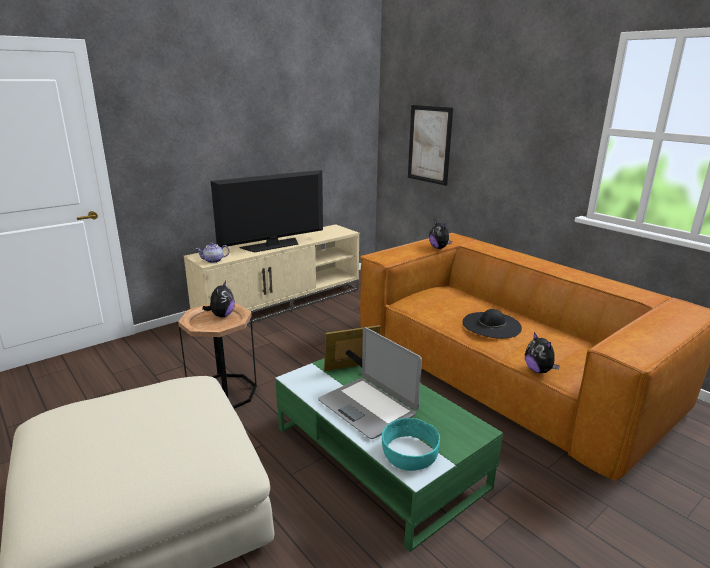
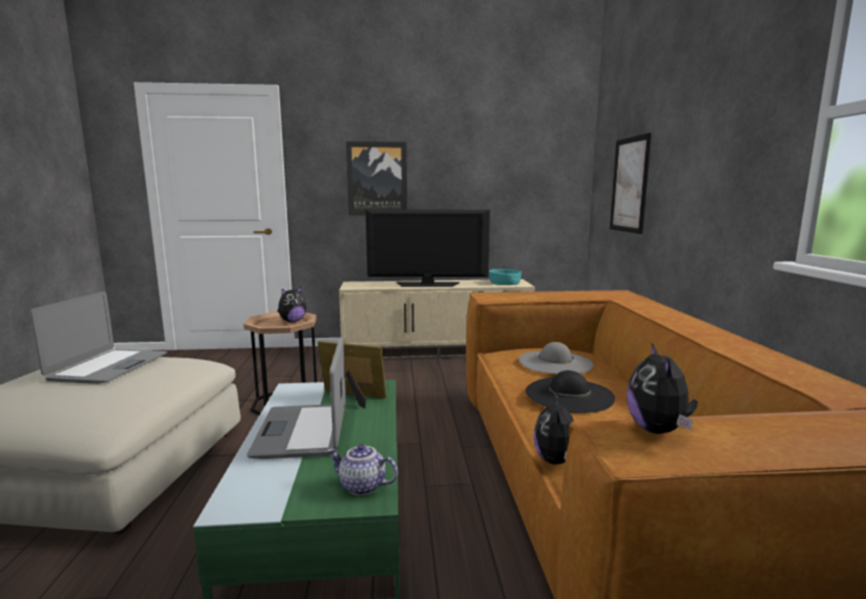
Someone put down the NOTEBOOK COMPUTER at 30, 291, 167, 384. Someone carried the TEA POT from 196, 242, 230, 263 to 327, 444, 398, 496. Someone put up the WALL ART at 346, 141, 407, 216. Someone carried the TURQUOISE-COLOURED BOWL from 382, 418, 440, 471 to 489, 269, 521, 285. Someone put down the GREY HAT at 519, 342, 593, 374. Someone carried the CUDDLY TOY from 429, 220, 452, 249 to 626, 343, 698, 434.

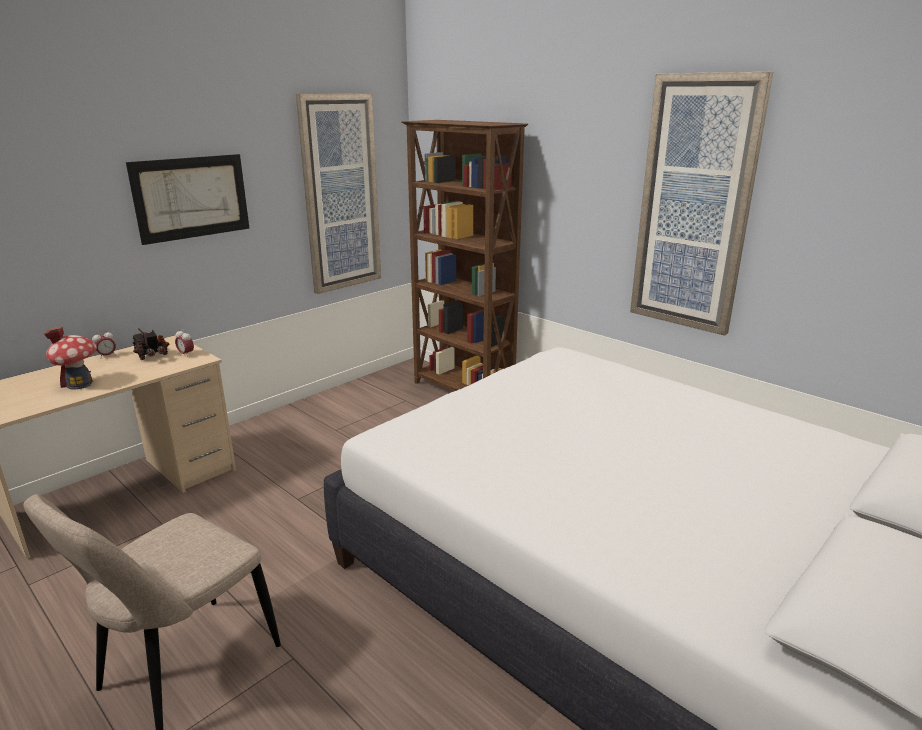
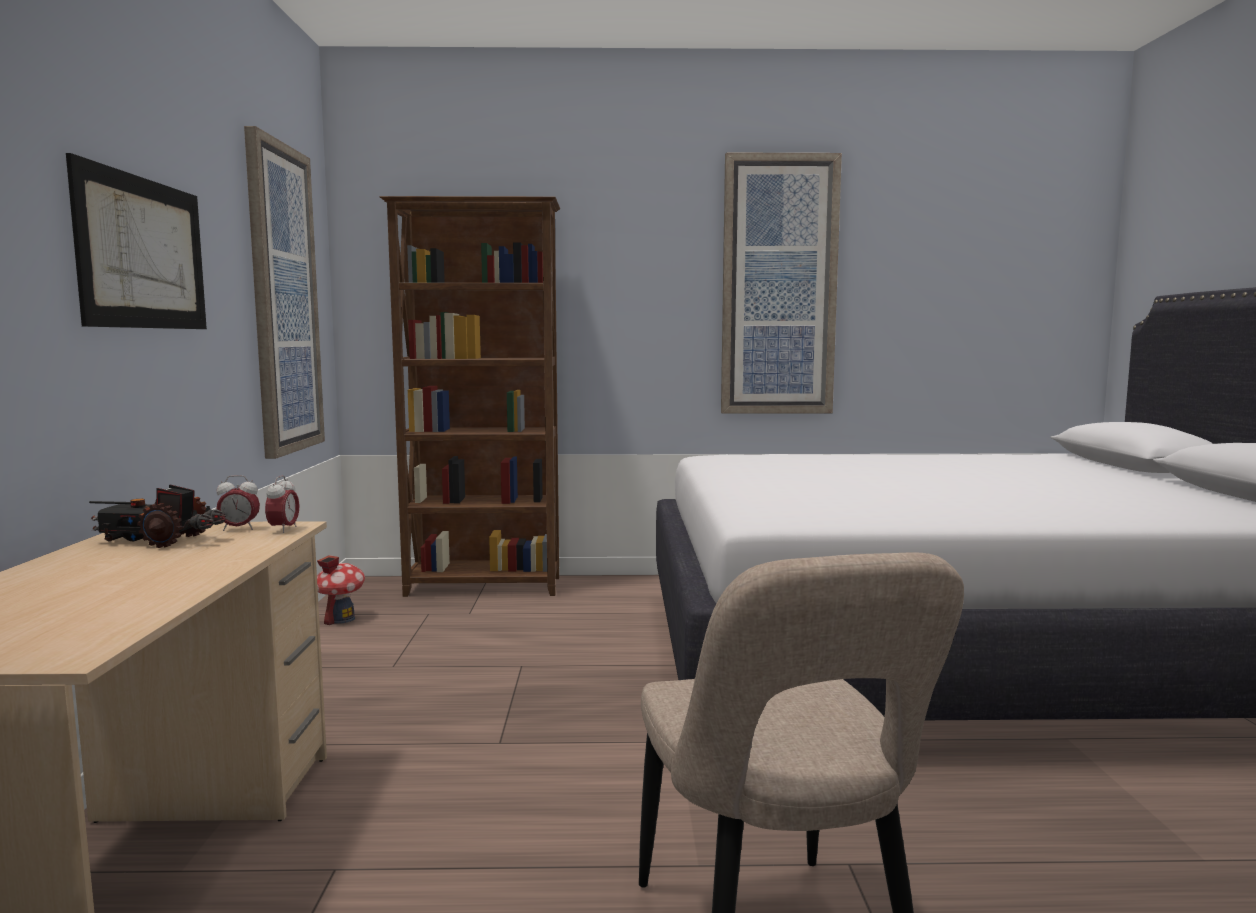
Someone carried the ALARM CLOCK from 92, 330, 116, 359 to 265, 475, 299, 533. Someone carried the MODEL HOUSE from 44, 327, 97, 390 to 317, 555, 365, 625.

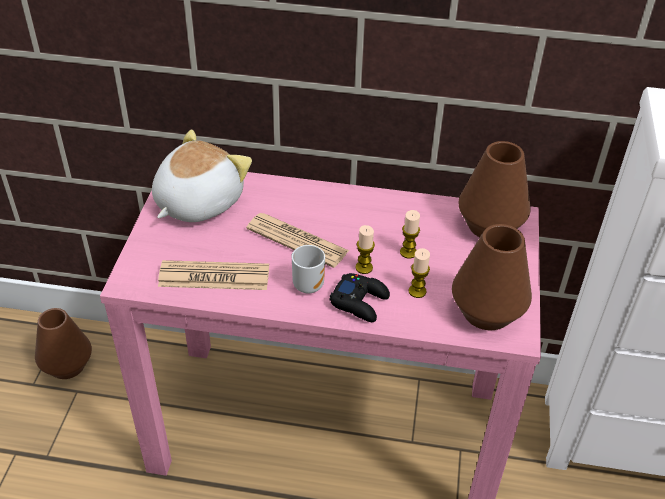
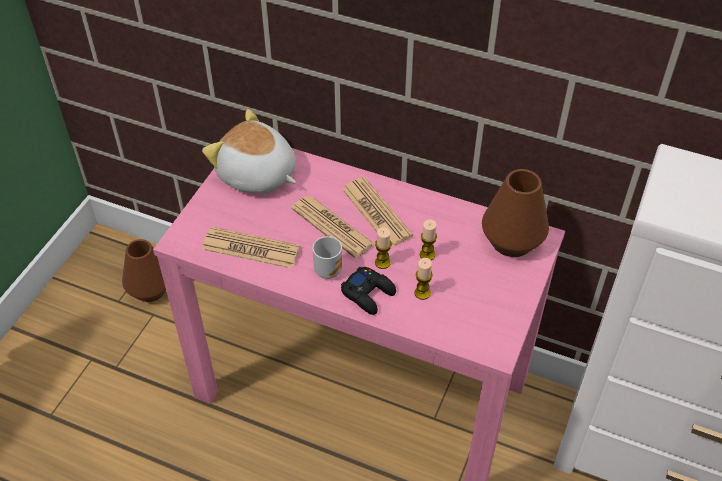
Someone rotated the CUDDLY TOY at 152, 129, 252, 222 by 105 degrees counterclockwise. Someone put down the NEWSPAPER at 342, 177, 413, 247. Someone took away the BROWNISH VASE at 452, 224, 532, 330.

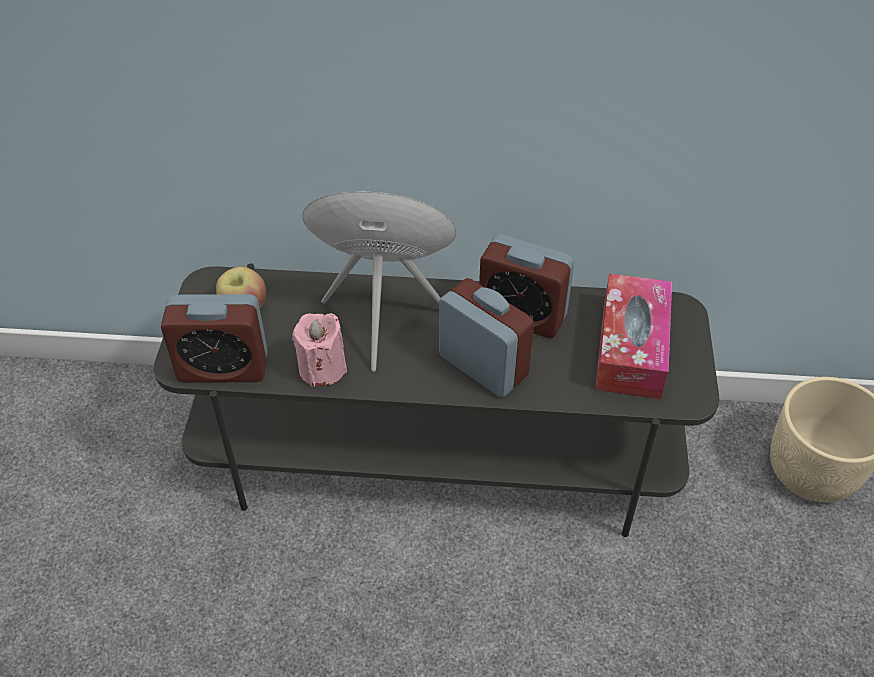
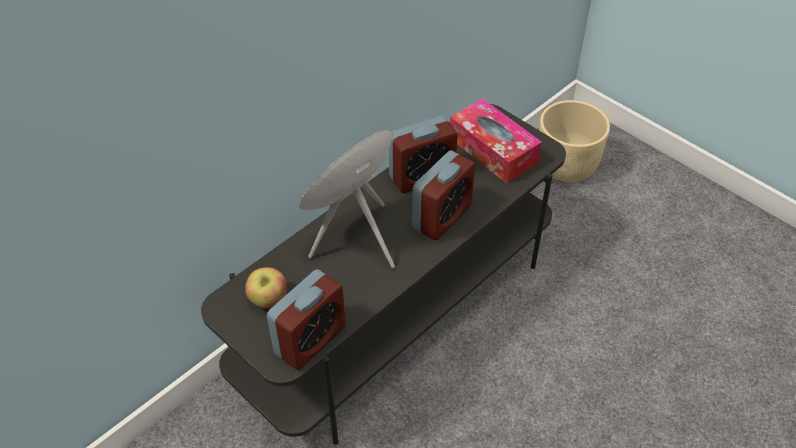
Someone rotated the ALARM CLOCK at 439, 278, 534, 398 by 135 degrees clockwise. Someone took away the PINK-COLOURED WAX LIGHT at 292, 313, 347, 387.

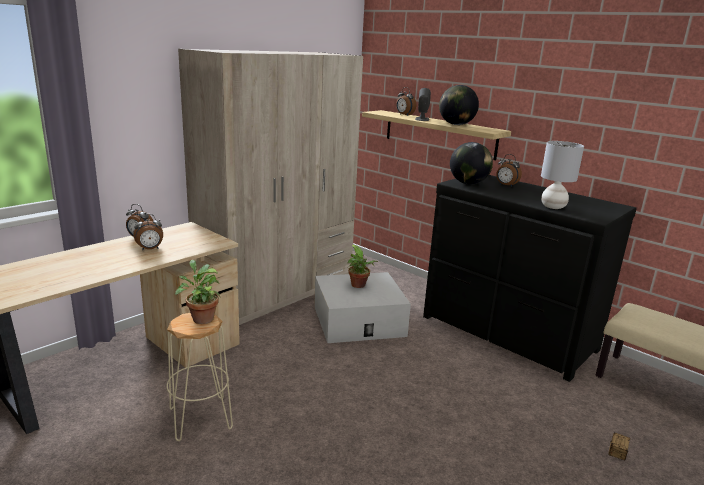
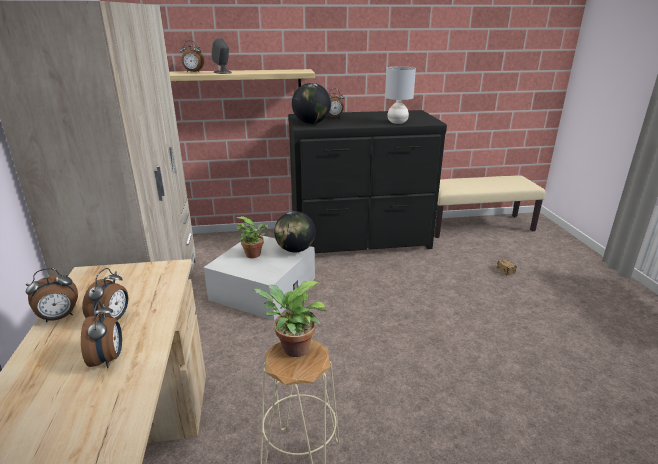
Someone put down the ALARM CLOCK at 81, 302, 122, 368. Someone carried the DESK GLOBE from 439, 85, 479, 125 to 274, 211, 316, 252.

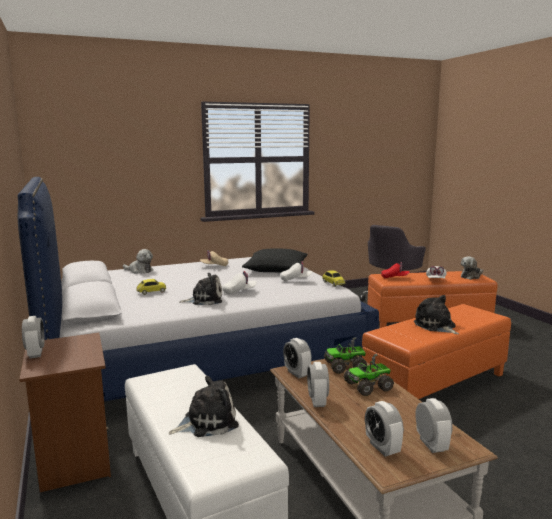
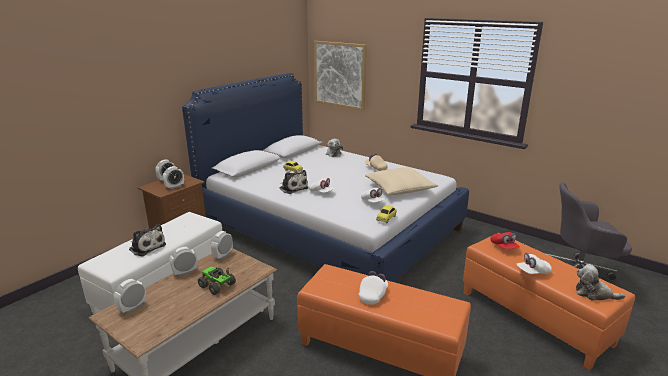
Someone carried the ALARM CLOCK from 416, 398, 453, 453 to 163, 166, 184, 189. Someone put up the WALL ART at 314, 41, 367, 110. Someone swapped the CUDDLY TOY at 414, 295, 459, 334 for the WHITE BASEBALL CAP at 359, 271, 388, 304. Someone repainted the BLACK PILLOW at 242, 249, 308, 273, which became the BEIGE-COLOURED PILLOW at 365, 167, 438, 195. Someone took away the MODEL TRUCK at 324, 337, 367, 374.

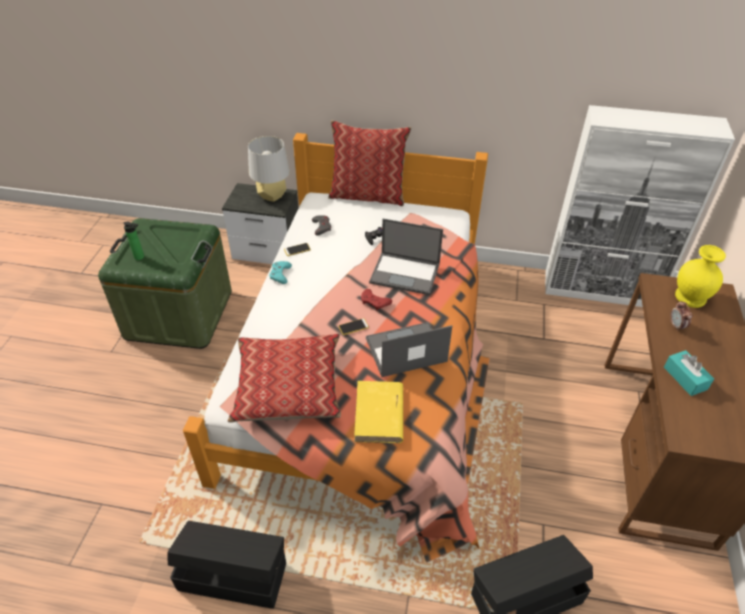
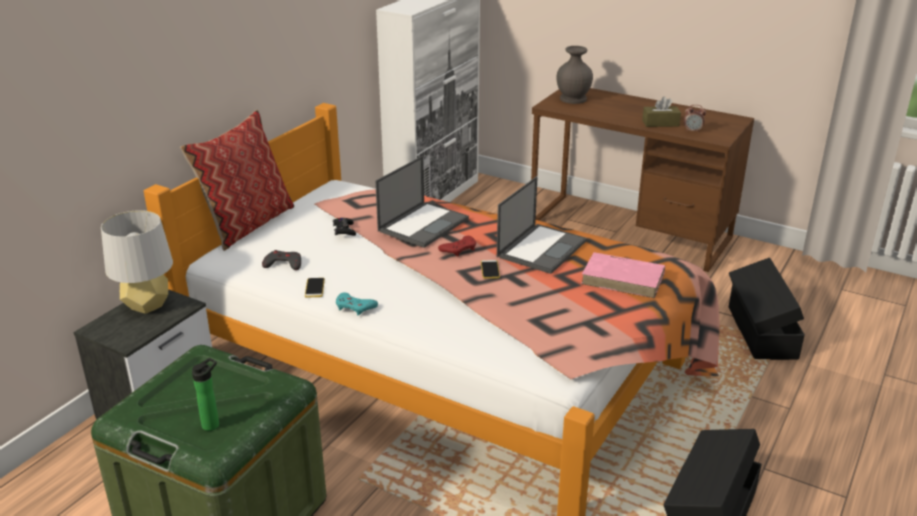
Someone rotated the NOTEBOOK COMPUTER at 366, 322, 452, 377 by 150 degrees counterclockwise. Someone repainted the YELLOW VASE at 675, 245, 726, 308, which became the GREY VASE at 556, 46, 593, 104. Someone repainted the YELLOW VOLUME at 354, 381, 403, 443, which became the PINK-COLOURED VOLUME at 581, 252, 665, 298. Someone repainted the TURQUOISE-COLOURED TISSUE HOLDER at 664, 350, 714, 396, which became the BROWNISH TISSUE HOLDER at 642, 96, 681, 127. Someone carried the ALARM CLOCK from 670, 301, 693, 331 to 684, 105, 706, 133. Someone took away the PILLOW at 227, 334, 341, 423.

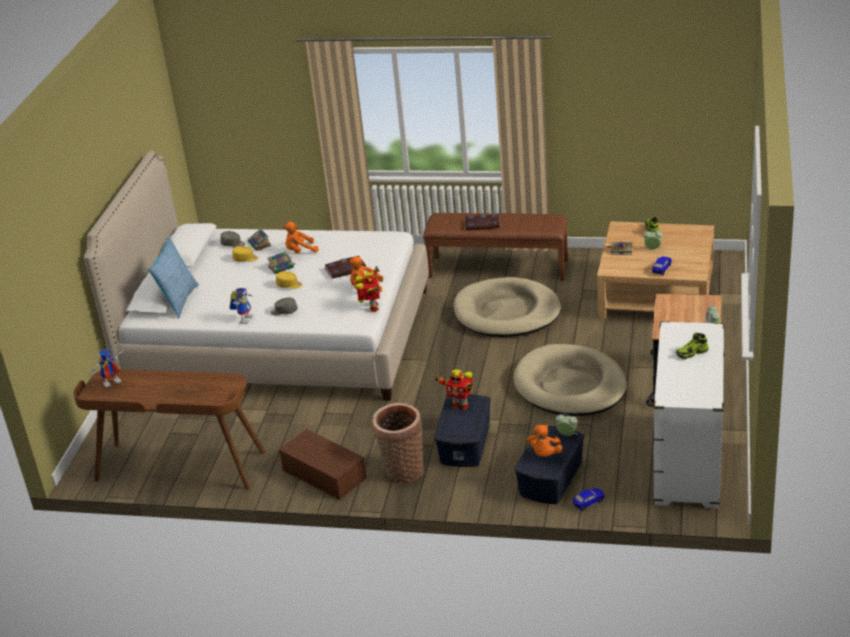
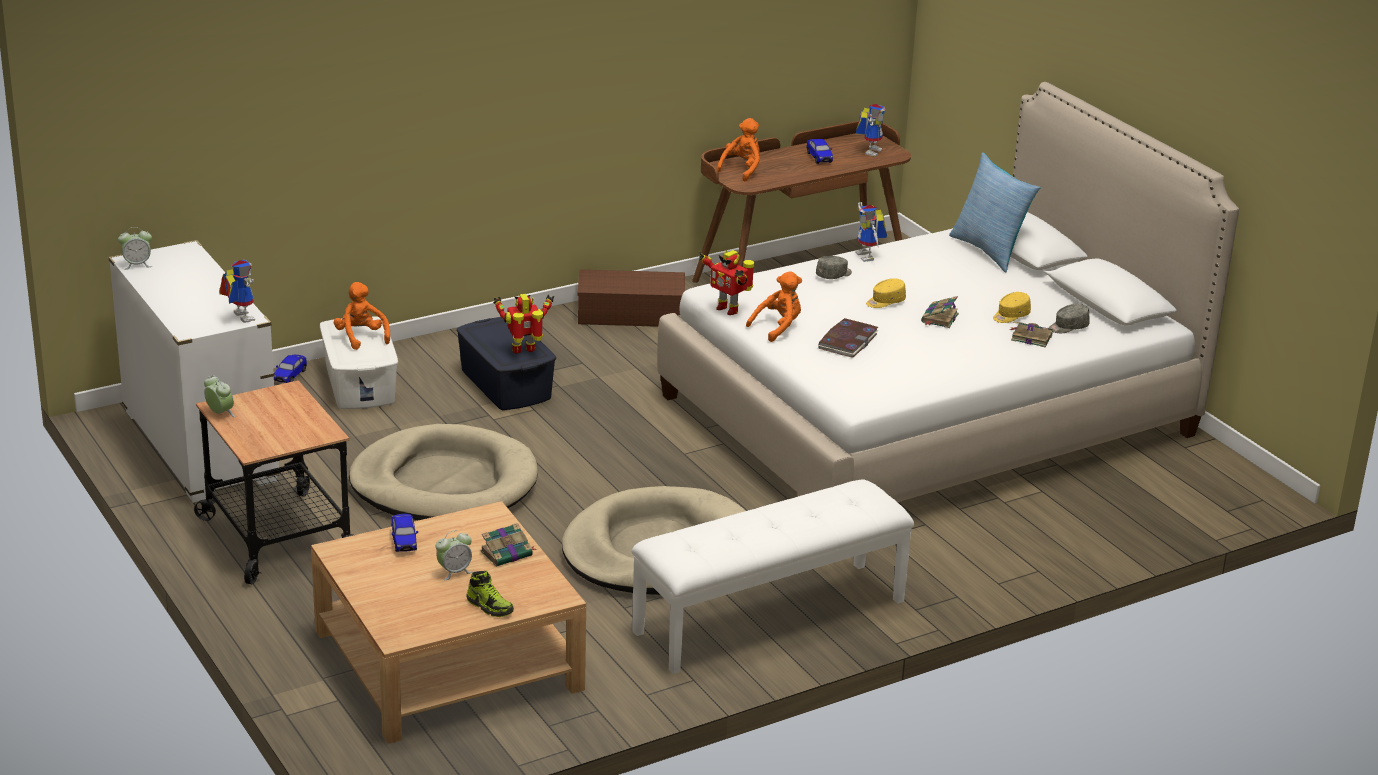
Someone carried the ALARM CLOCK from 556, 414, 577, 436 to 118, 227, 152, 270. Someone put down the ROBOT FIGURE at 219, 260, 255, 323. Someone repainted the BLUE-COLOURED STORAGE CONTAINER at 514, 425, 584, 504, which became the WHITE STORAGE CONTAINER at 320, 316, 398, 409. Someone repainted the BROWNISH LONG SEAT at 423, 213, 568, 281, which became the WHITE LONG SEAT at 632, 479, 914, 674. Someone carried the ORANGE-COLOURED CUDDLY TOY from 283, 222, 319, 253 to 716, 118, 760, 181. Someone put down the TOY CAR at 806, 139, 833, 164. Someone took away the HOUSEHOLD BASKET at 373, 403, 423, 483. Someone took away the VOLUME at 464, 214, 501, 230. Someone took away the LOW SHOE at 676, 332, 709, 359.

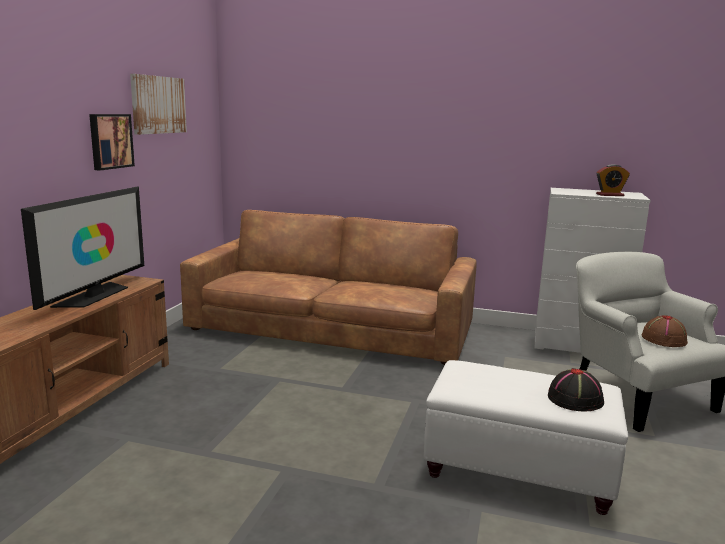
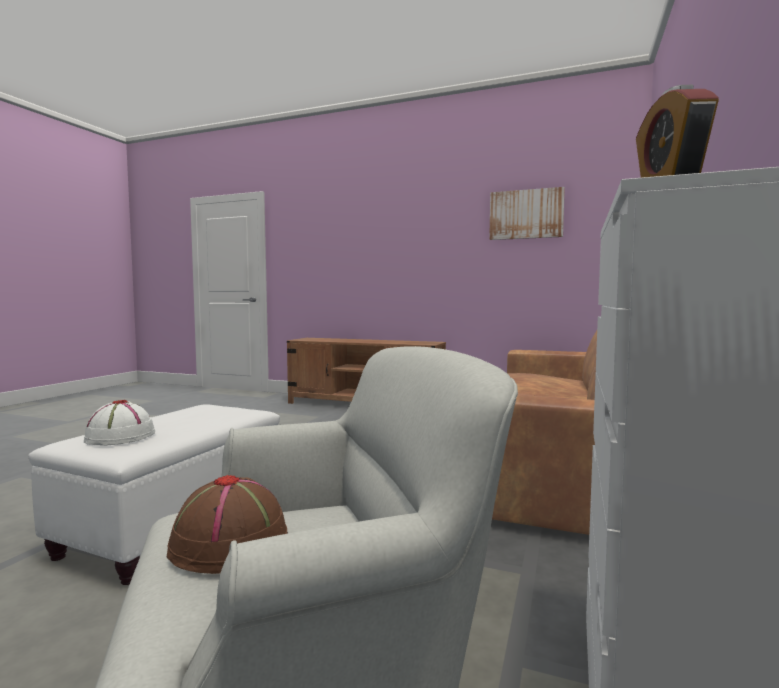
Someone repainted the BLACK HAT at 548, 368, 604, 412, which became the WHITE HAT at 84, 400, 155, 446. Someone took away the TELEVISION at 21, 187, 144, 310. Someone took away the WALL ART at 89, 114, 135, 170.

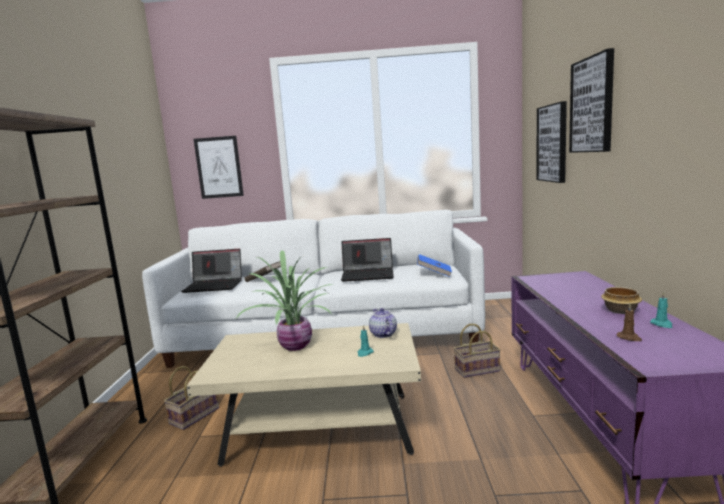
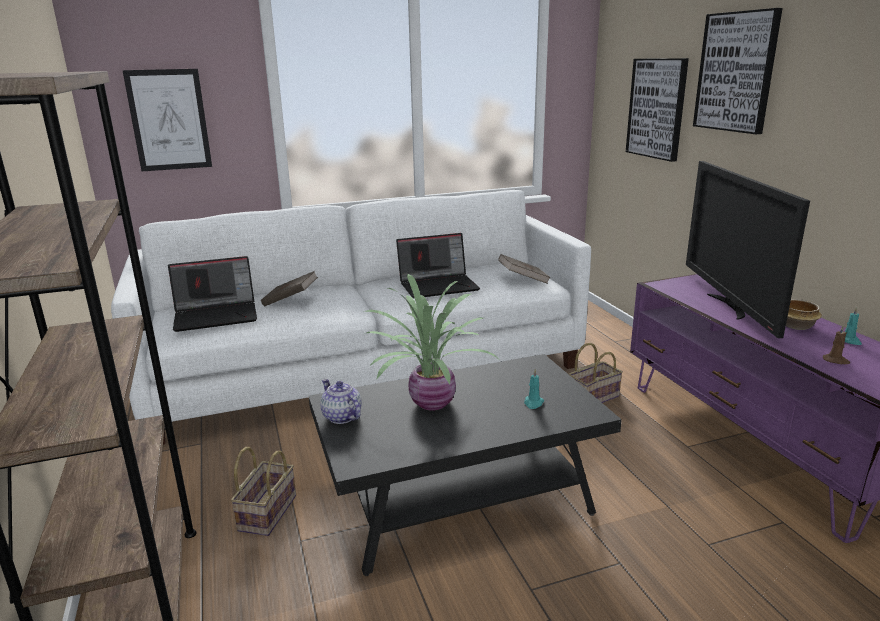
Someone repainted the BEIGE-COLOURED COFFEE TABLE at 187, 323, 421, 467, which became the BLACK COFFEE TABLE at 309, 354, 622, 576. Someone carried the TEA POT from 369, 308, 397, 338 to 320, 379, 362, 424. Someone repainted the BLUE-COLOURED VOLUME at 417, 254, 452, 277, which became the BROWNISH VOLUME at 498, 254, 551, 284. Someone put down the TELEVISION at 686, 161, 810, 338.

